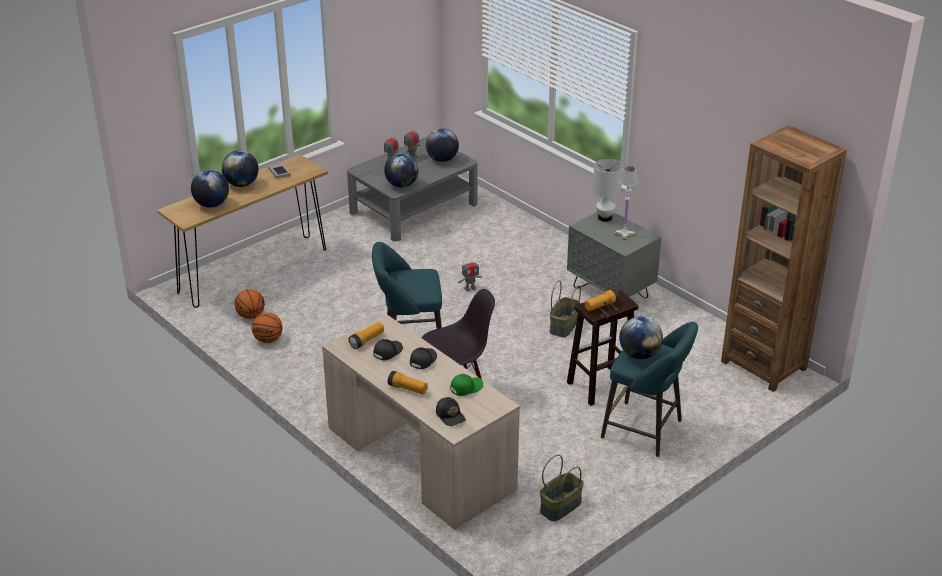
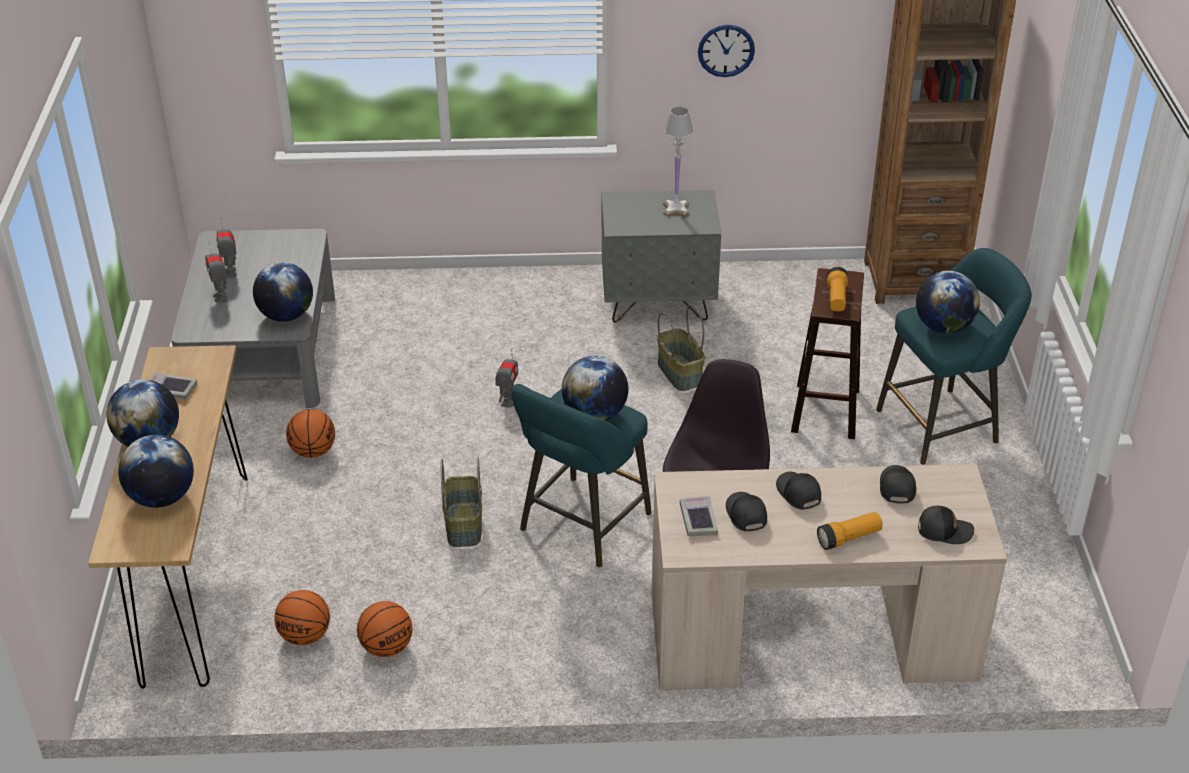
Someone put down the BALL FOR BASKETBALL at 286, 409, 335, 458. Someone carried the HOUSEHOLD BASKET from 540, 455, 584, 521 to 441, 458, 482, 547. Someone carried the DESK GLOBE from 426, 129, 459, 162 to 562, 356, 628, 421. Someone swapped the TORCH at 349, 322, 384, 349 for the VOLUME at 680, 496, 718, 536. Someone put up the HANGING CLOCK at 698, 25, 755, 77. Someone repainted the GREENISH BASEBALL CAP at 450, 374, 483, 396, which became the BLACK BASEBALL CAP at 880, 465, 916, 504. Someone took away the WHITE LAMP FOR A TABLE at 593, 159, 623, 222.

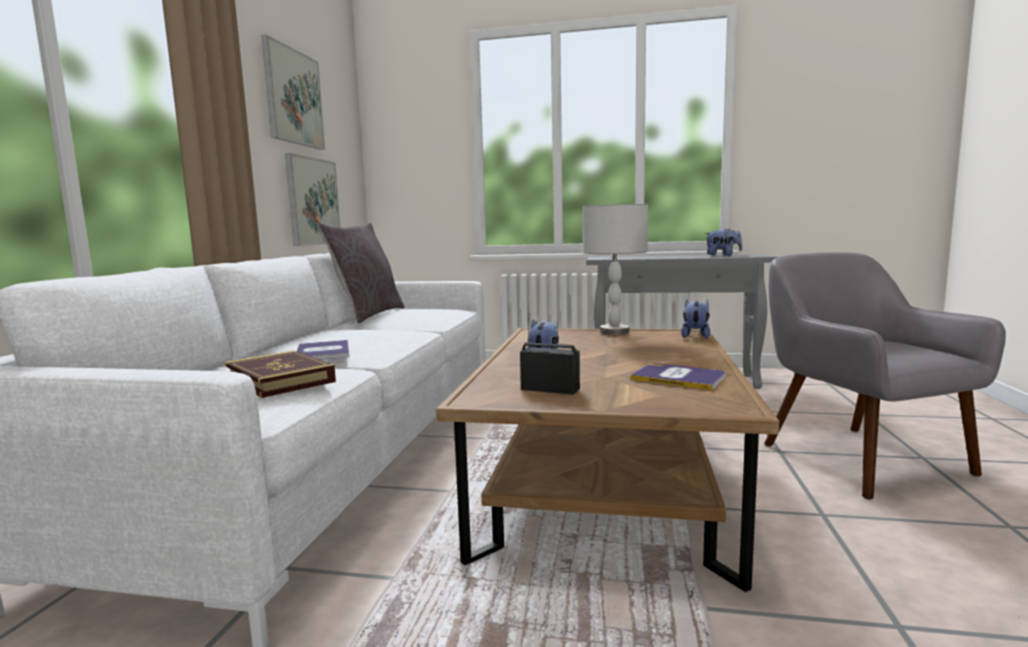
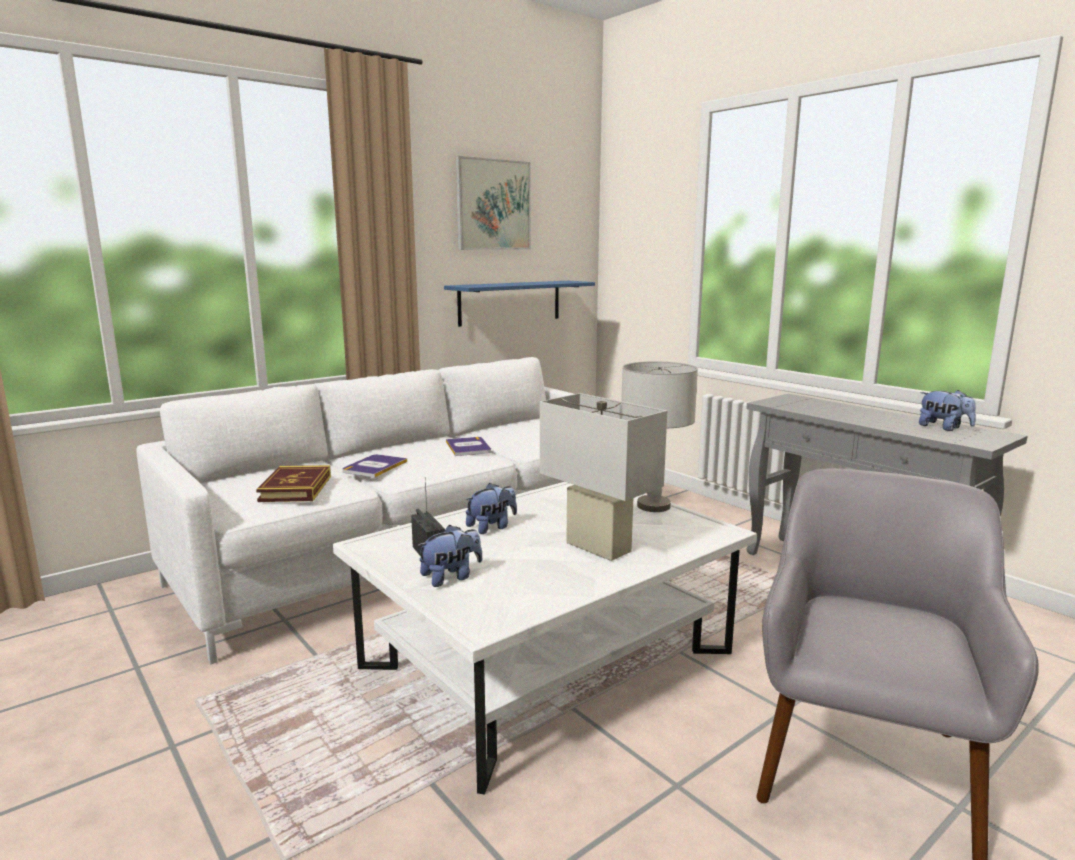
Someone repainted the BROWNISH COFFEE TABLE at 436, 328, 779, 592, which became the WHITE COFFEE TABLE at 333, 482, 757, 795. Someone carried the CUDDLY TOY from 681, 299, 710, 339 to 417, 525, 483, 587. Someone swapped the WALL ART at 285, 153, 341, 246 for the BLUE-COLOURED SHELF at 444, 281, 595, 327. Someone carried the VOLUME from 631, 363, 726, 390 to 446, 437, 491, 456. Someone put down the WHITE LAMP FOR A TABLE at 540, 393, 667, 561. Someone took away the GREY PILLOW at 317, 222, 404, 323.

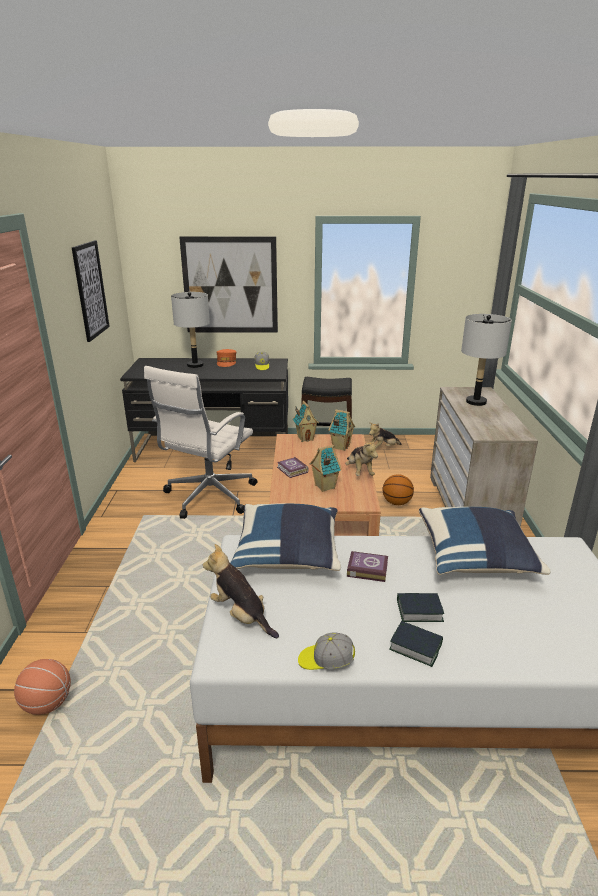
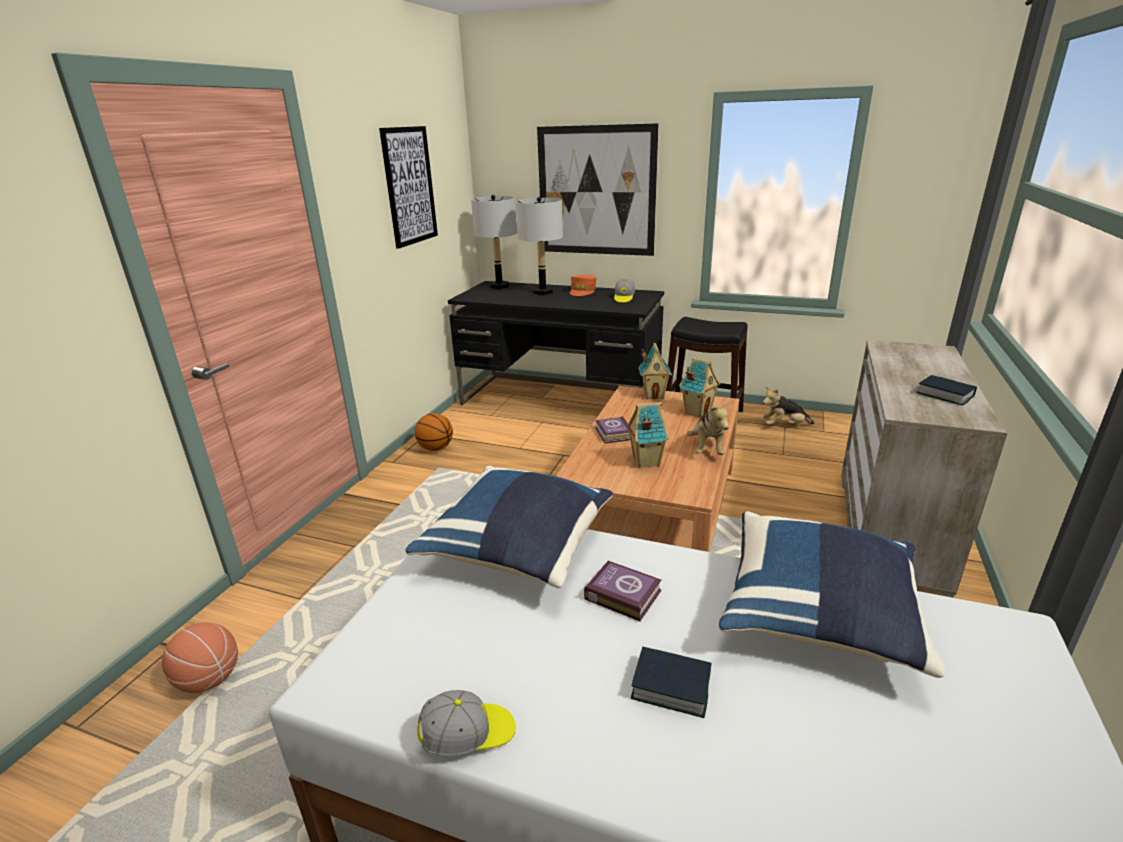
Someone carried the BALL FOR BASKETBALL from 383, 474, 414, 505 to 415, 413, 453, 451. Someone rotated the BASEBALL CAP at 298, 633, 355, 670 by 135 degrees clockwise. Someone carried the GREY LAMP FOR A TABLE from 461, 314, 512, 406 to 471, 195, 517, 289. Someone carried the VOLUME from 389, 621, 443, 667 to 917, 375, 977, 406. Someone took away the WHITE COMPUTER CHAIR at 144, 366, 257, 519. Someone took away the CUDDLY TOY at 203, 544, 279, 638.

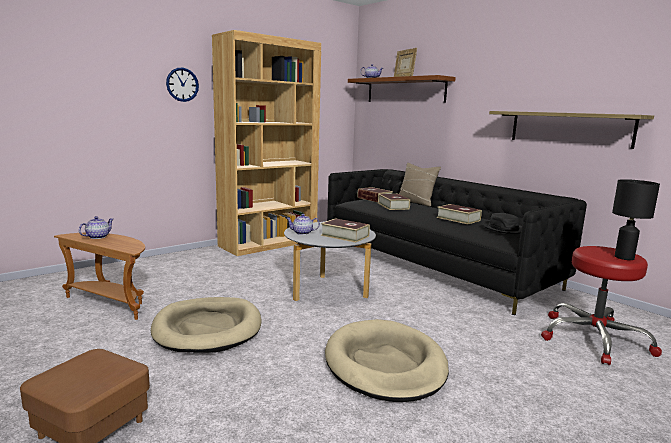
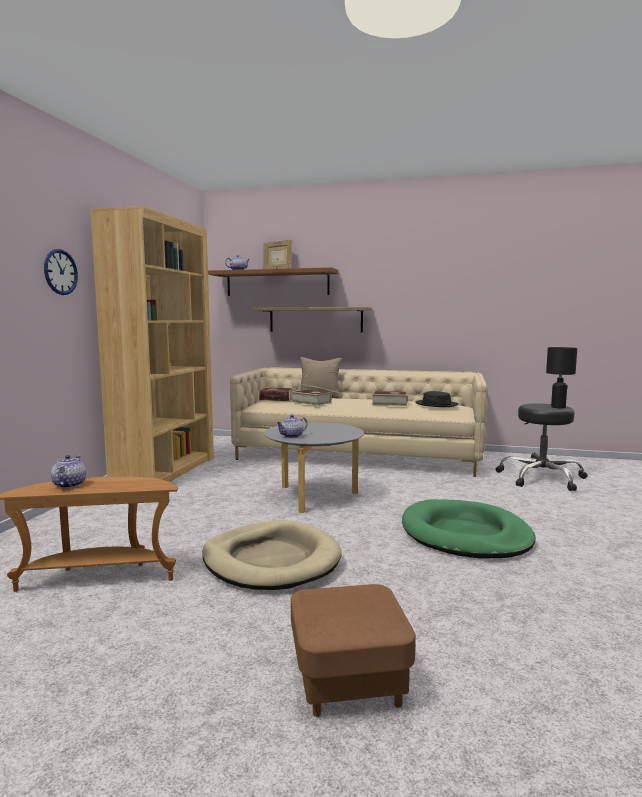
Someone repainted the BLACK COUCH at 327, 169, 587, 315, which became the BEIGE-COLOURED COUCH at 230, 368, 488, 477. Someone carried the SHELF from 489, 111, 654, 149 to 252, 307, 372, 332. Someone repainted the BEIGE-COLOURED DOG BED at 325, 319, 449, 402, which became the GREENISH DOG BED at 402, 499, 535, 559. Someone repainted the RED STOOL at 541, 246, 662, 365, which became the BLACK STOOL at 495, 403, 588, 491. Someone took away the VOLUME at 321, 218, 370, 243.

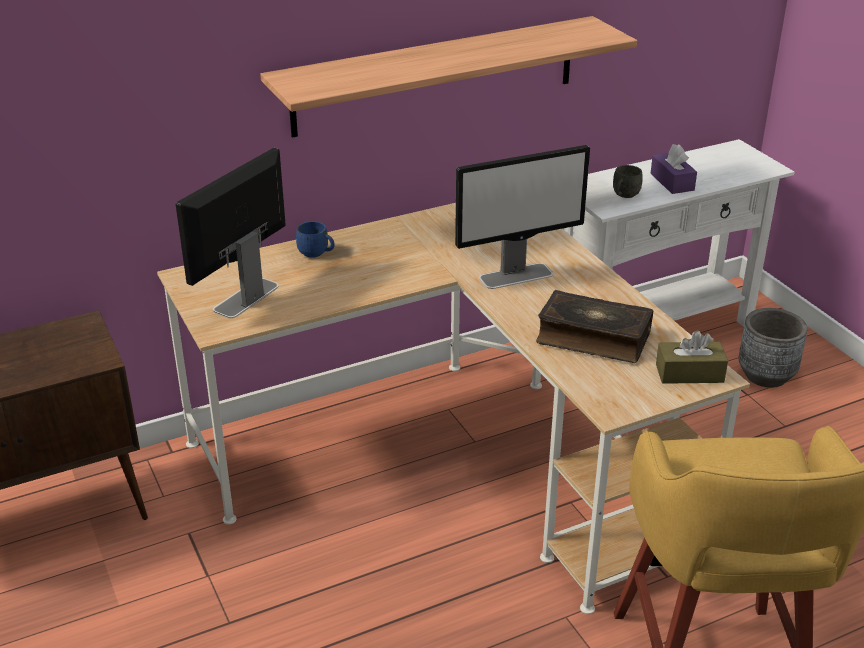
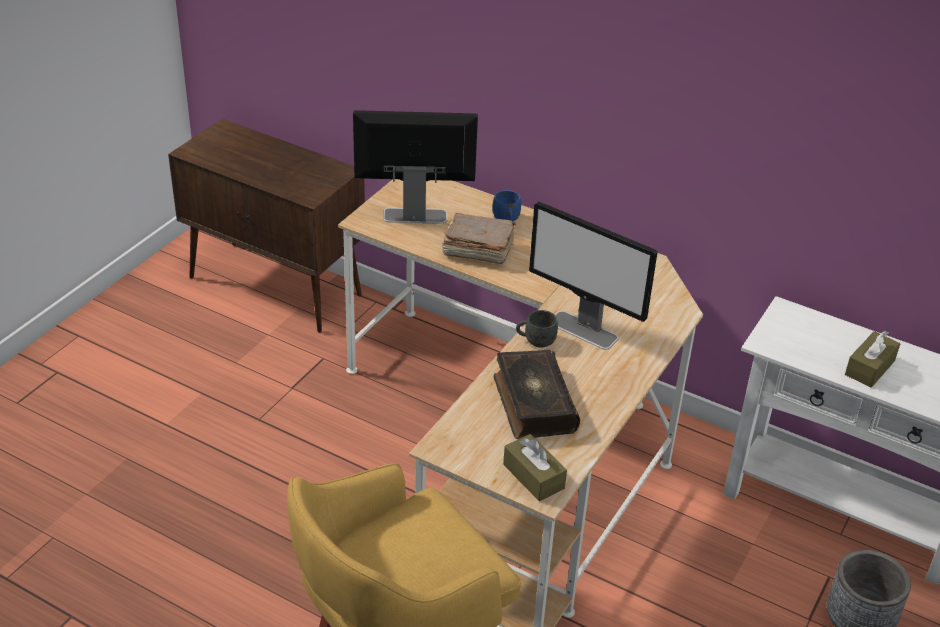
Someone put down the BROWNISH VOLUME at 442, 213, 516, 264. Someone carried the GREY COFFEE MUG from 613, 165, 643, 198 to 516, 310, 558, 348. Someone repainted the PURPLISH TISSUE HOLDER at 650, 144, 697, 194, which became the BROWNISH TISSUE HOLDER at 845, 331, 900, 387. Someone took away the SHELF at 260, 16, 637, 138.

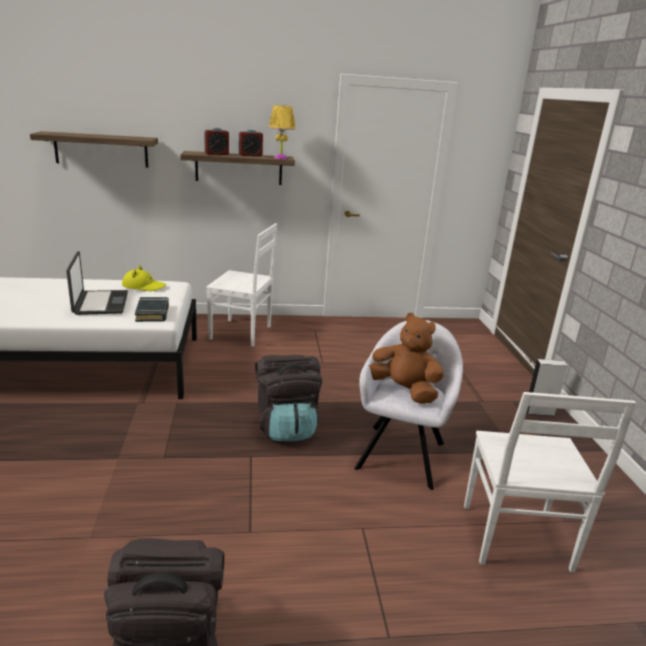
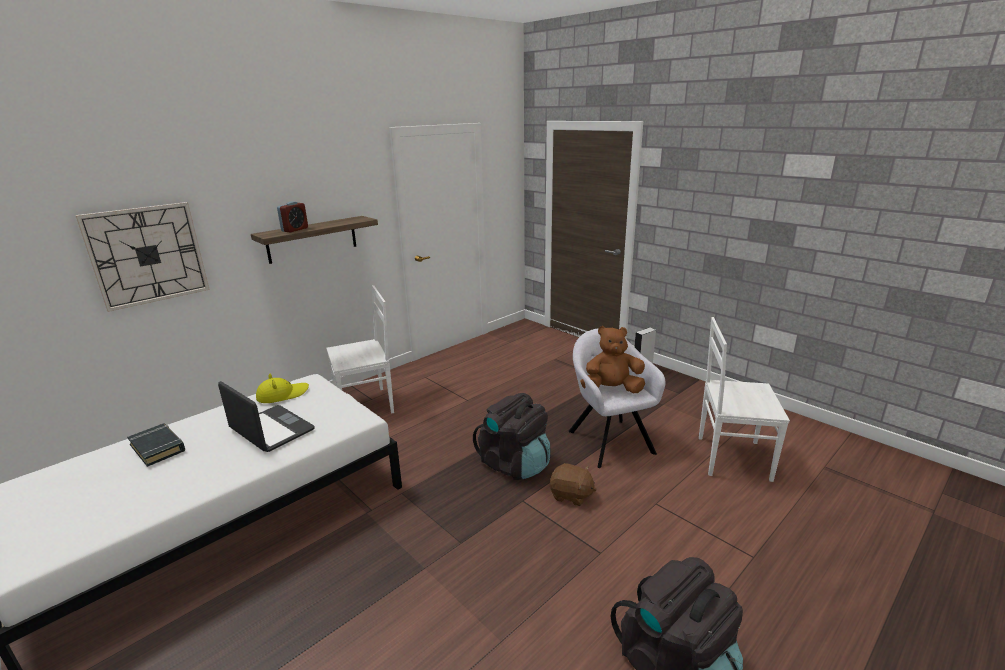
Someone swapped the SHELF at 30, 131, 158, 168 for the HANGING CLOCK at 75, 202, 210, 312. Someone carried the BLACK VOLUME from 135, 297, 169, 322 to 127, 423, 185, 467. Someone put down the BROWNISH CUDDLY TOY at 550, 463, 597, 506. Someone rotated the WHITE PLAIN CHAIR at 464, 392, 636, 572 by 135 degrees clockwise. Someone took away the ALARM CLOCK at 238, 129, 263, 157. Someone took away the YELLOW LAMP FOR A TABLE at 269, 105, 296, 159.

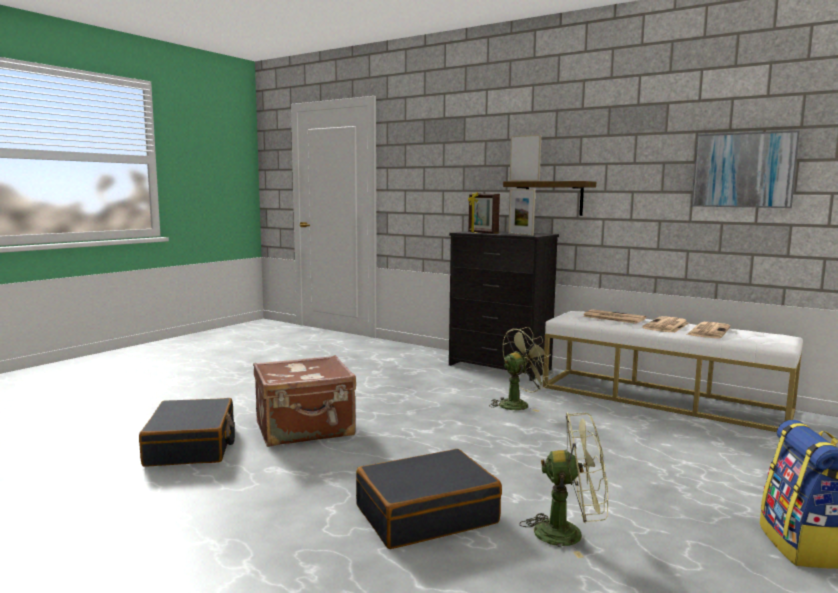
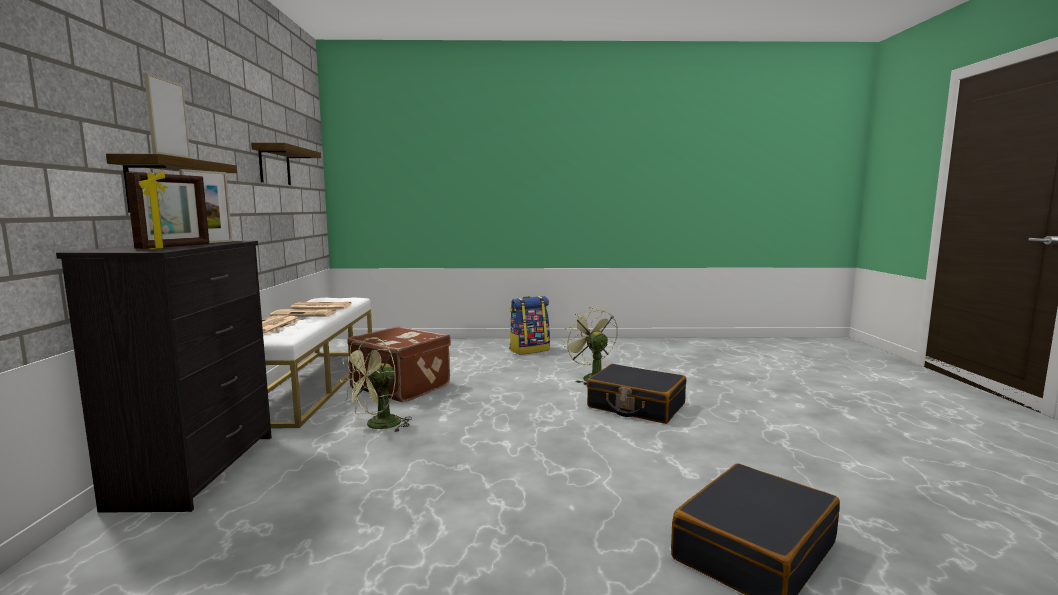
Someone swapped the WALL ART at 692, 130, 800, 208 for the SHELF at 251, 143, 321, 185. Someone rotated the GREENISH FAN at 489, 327, 553, 412 by 75 degrees counterclockwise. Someone carried the BROWNISH TRAVEL CASE from 253, 355, 356, 447 to 348, 326, 451, 402.

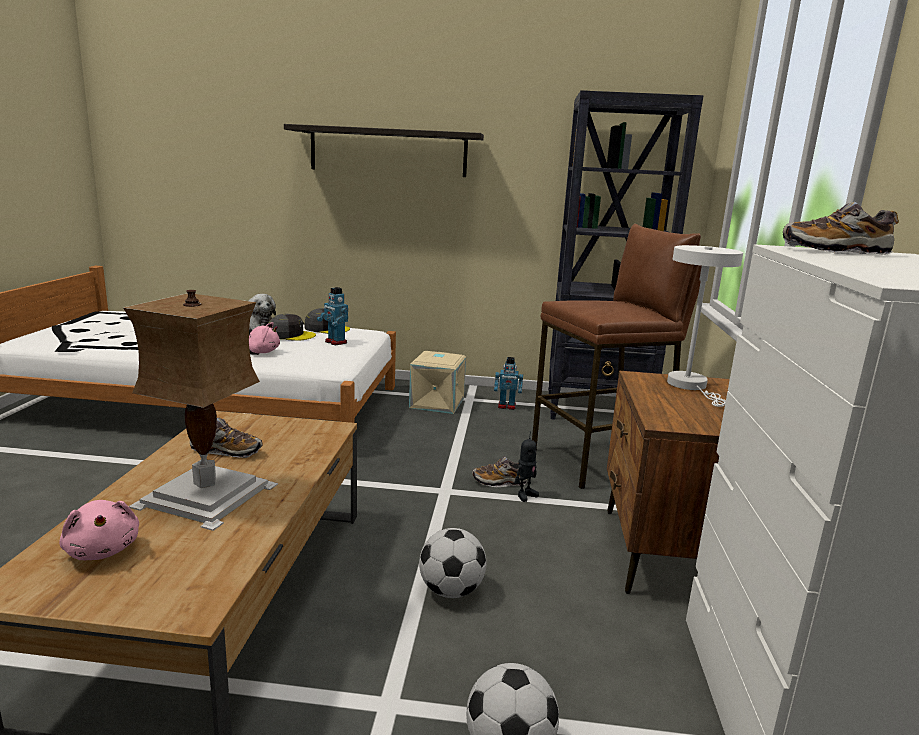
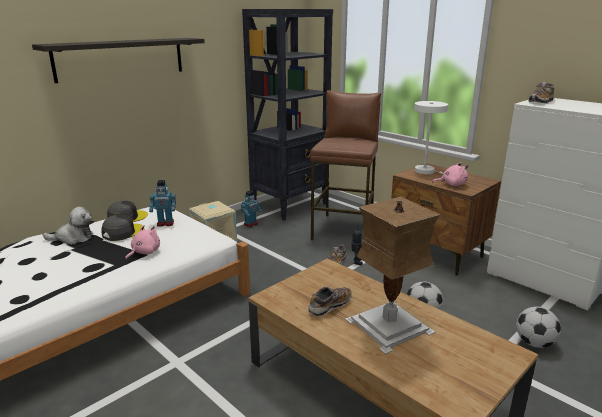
Someone carried the PINK-COLOURED CUDDLY TOY from 59, 500, 139, 560 to 432, 162, 468, 186.

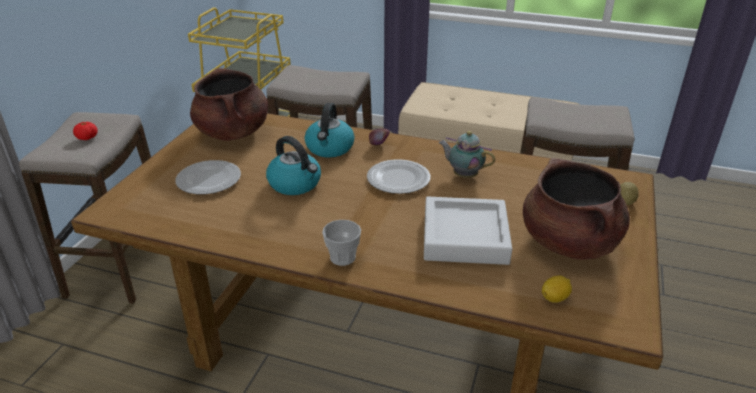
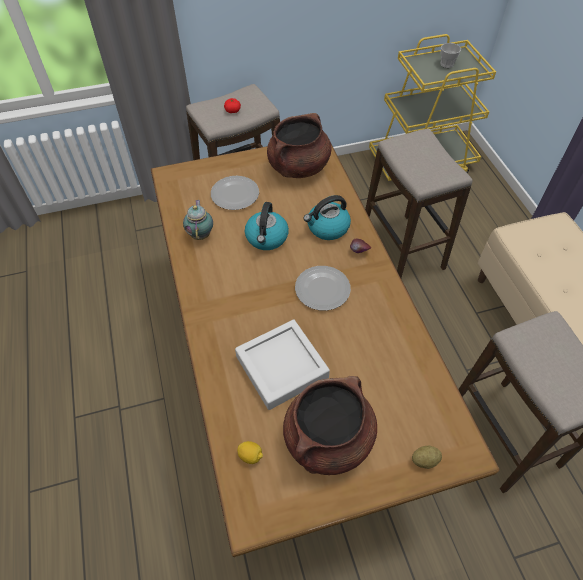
Someone carried the TEA POT from 439, 131, 495, 178 to 183, 200, 213, 240. Someone carried the SMALL CUP from 322, 220, 361, 266 to 440, 43, 461, 68.

